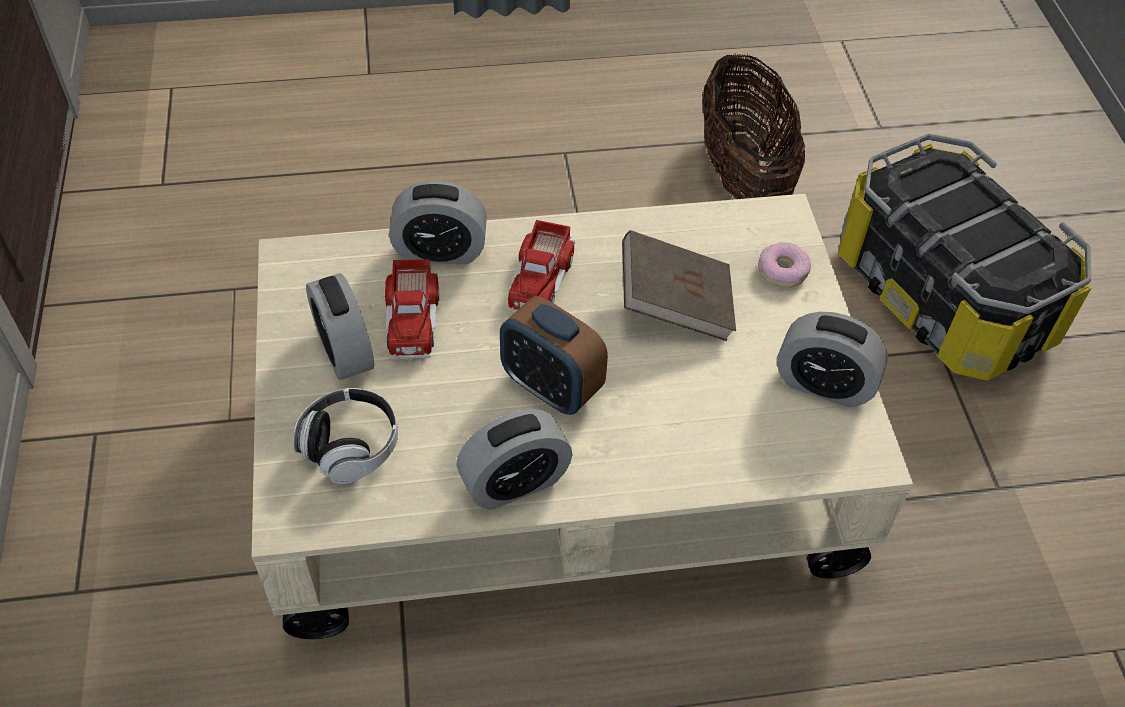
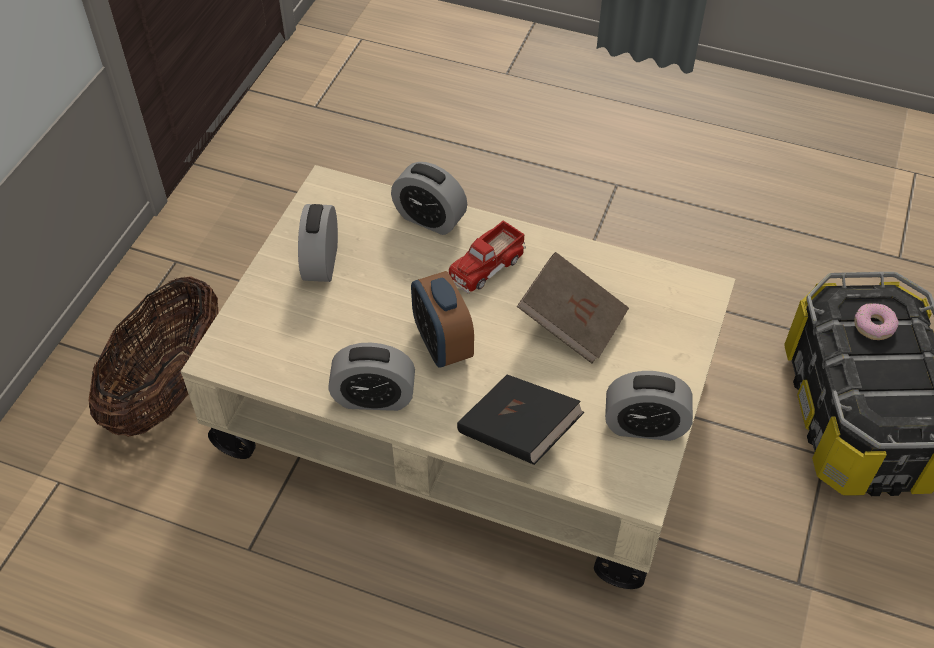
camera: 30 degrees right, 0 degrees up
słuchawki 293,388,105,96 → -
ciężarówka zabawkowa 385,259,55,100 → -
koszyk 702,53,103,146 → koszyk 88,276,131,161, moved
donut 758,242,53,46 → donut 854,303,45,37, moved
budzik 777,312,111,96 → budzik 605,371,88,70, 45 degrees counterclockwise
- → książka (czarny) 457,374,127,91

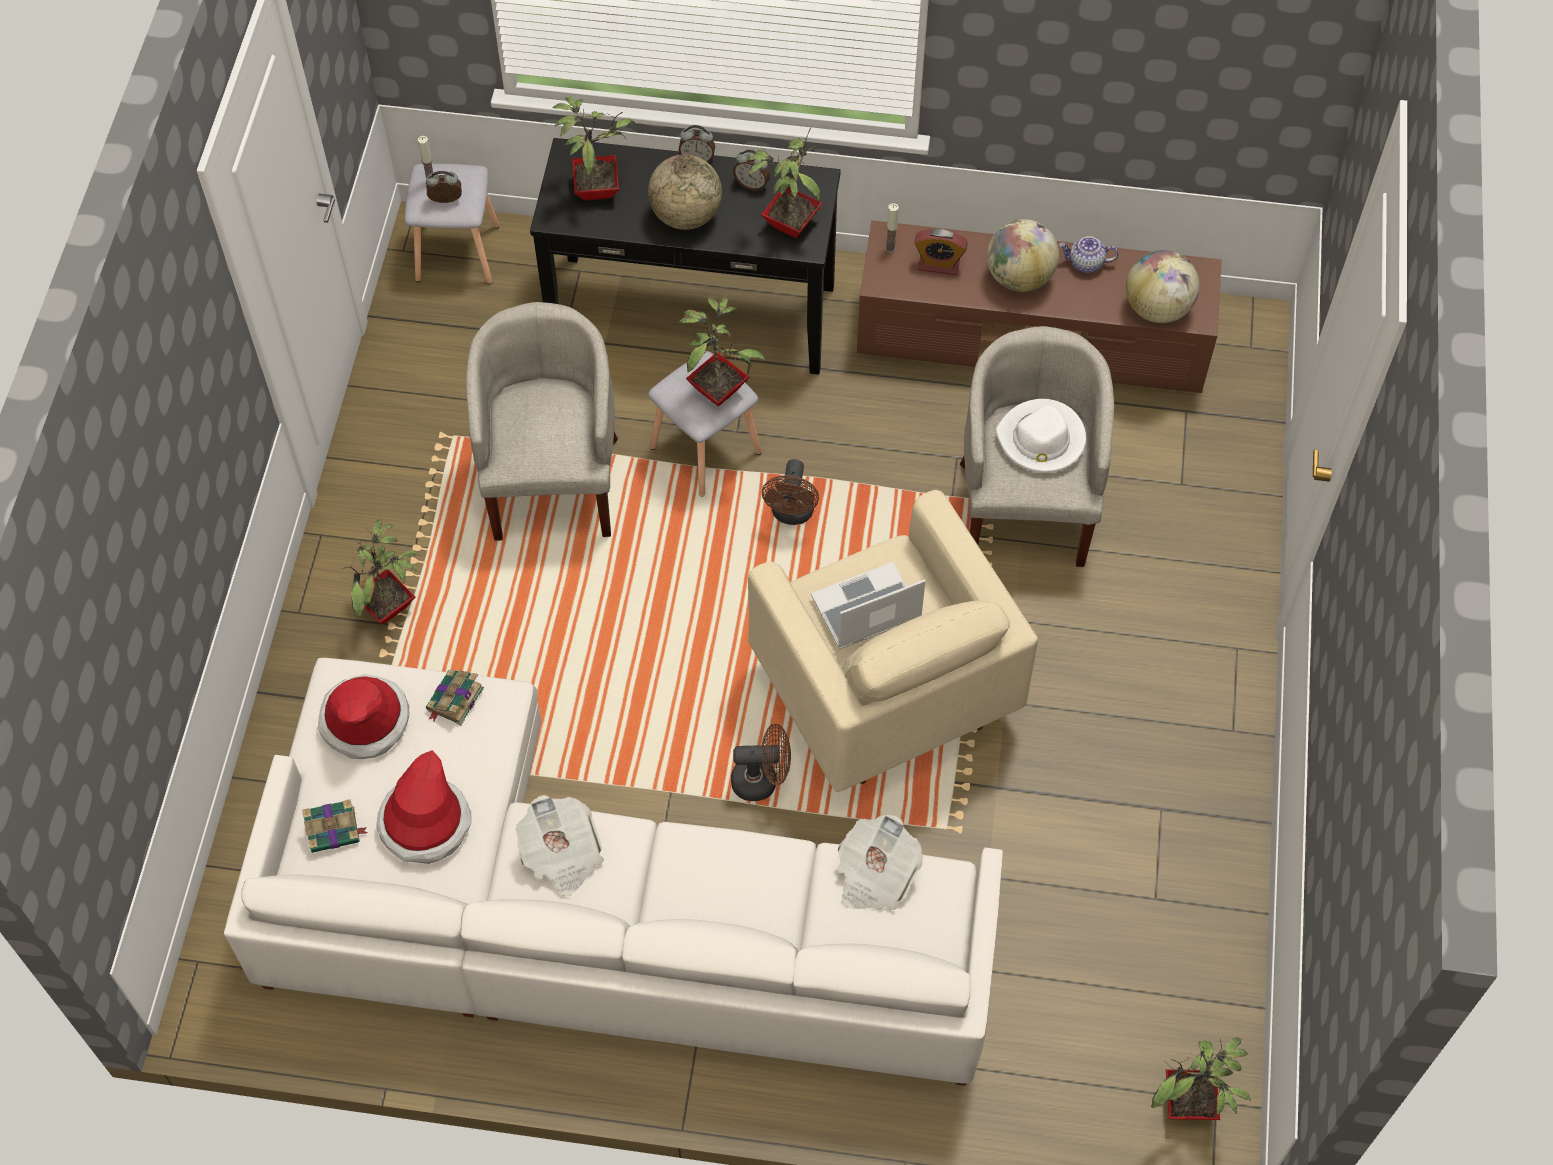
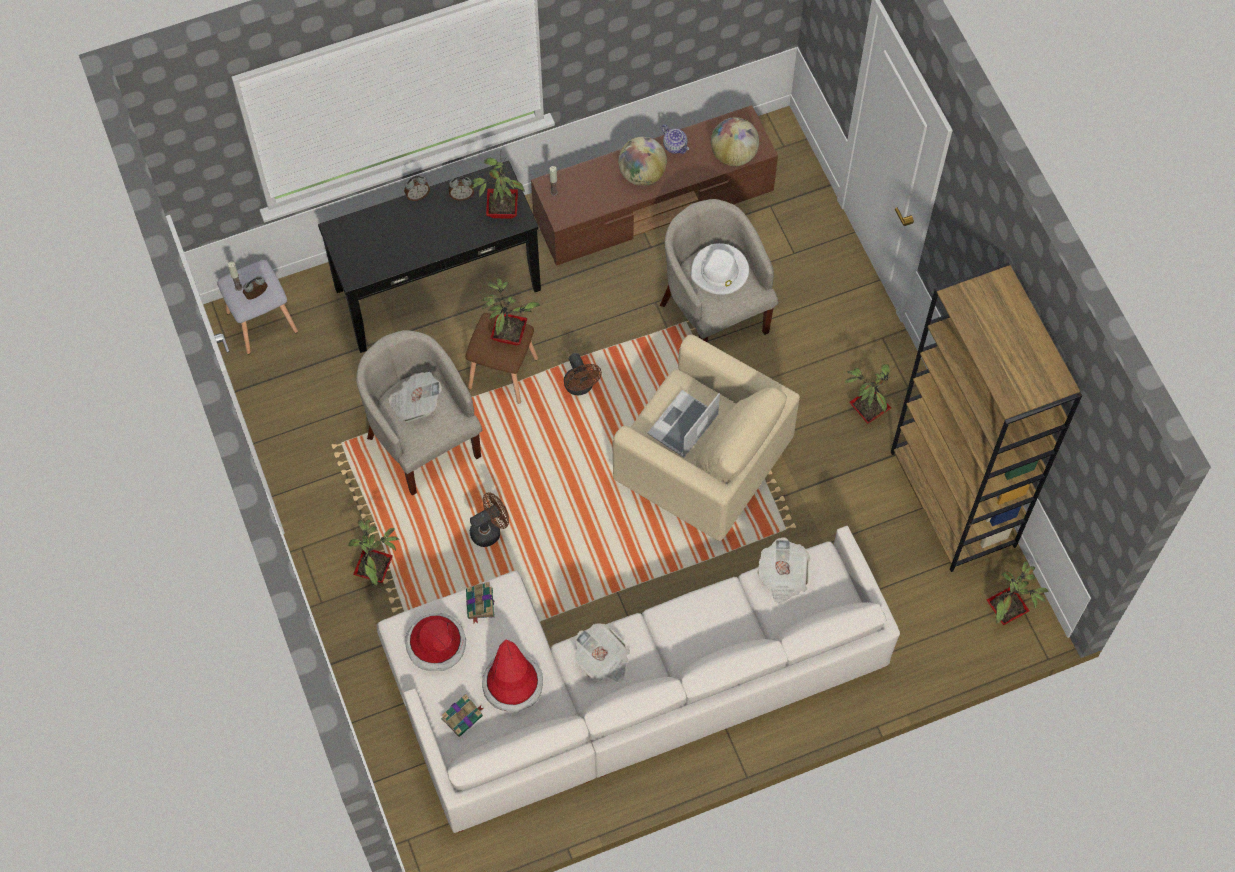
camera: 30 degrees left, 5 degrees up
roślina doniczkowa 553,97,82,104 → roślina doniczkowa 844,364,53,60, moved
globus 648,154,74,76 → -
stołek (szary) 648,351,114,146 → stołek (brązowy) 465,313,73,91
wentylator (brązowy) 731,724,60,77 → wentylator (brązowy) 470,492,39,55, moved
budzik 914,229,54,46 → -
imbryk 1059,236,60,37 → imbryk 662,125,27,29, 105 degrees counterclockwise
- → gazeta 388,372,54,50
- → regał (brązowy) 891,263,191,309

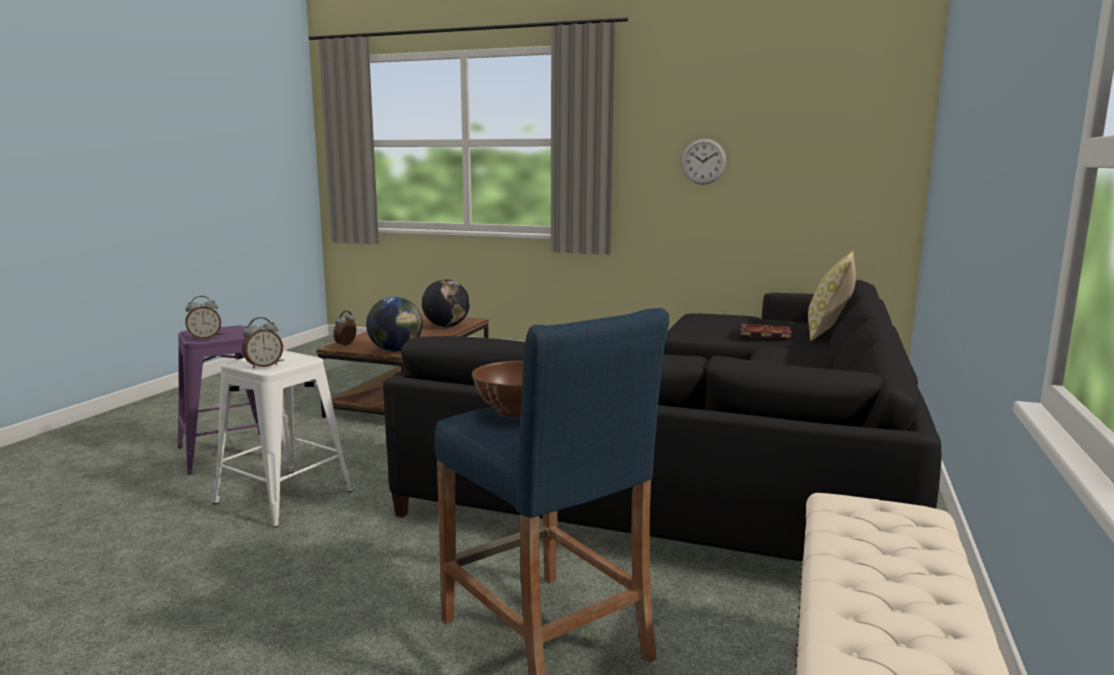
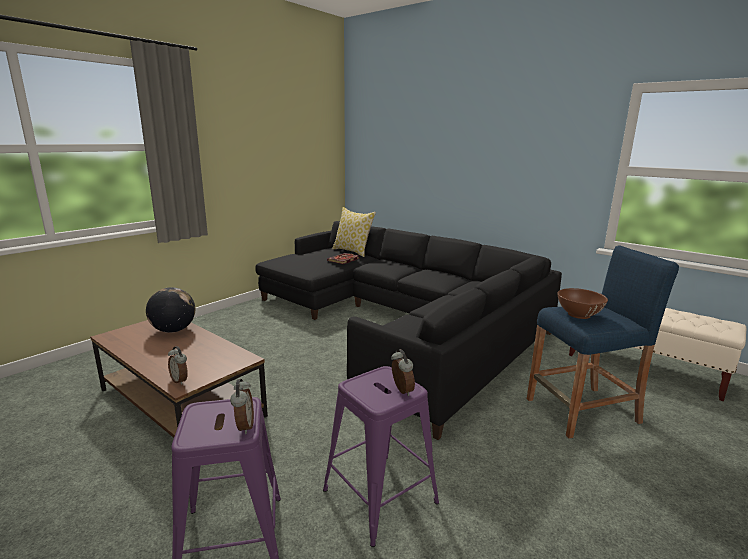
camera: 70 degrees left, 5 degrees up
stołek (biały) 213,350,139,177 → stołek (fioletowy) 323,366,116,181
globus 366,297,57,55 → -
zegar ścienny 681,138,45,47 → -

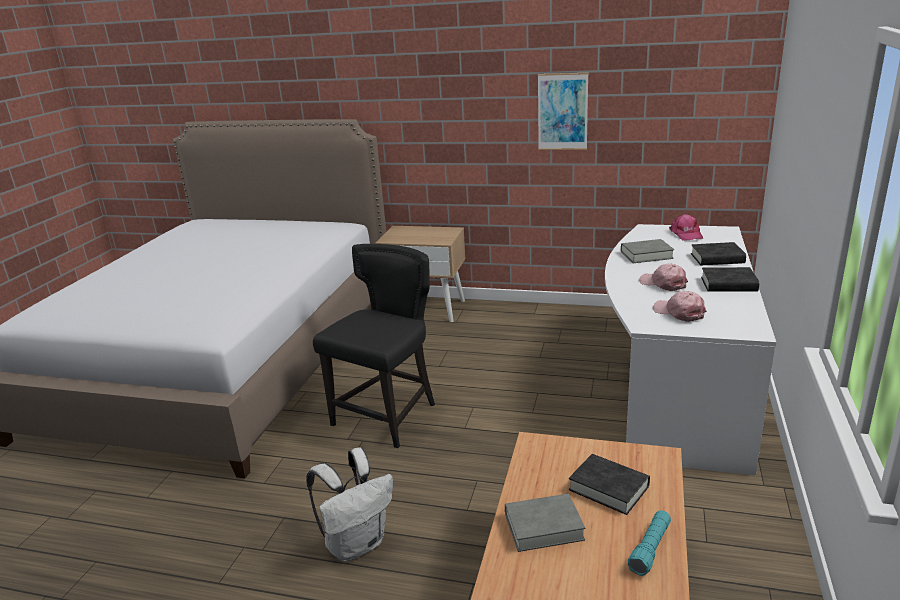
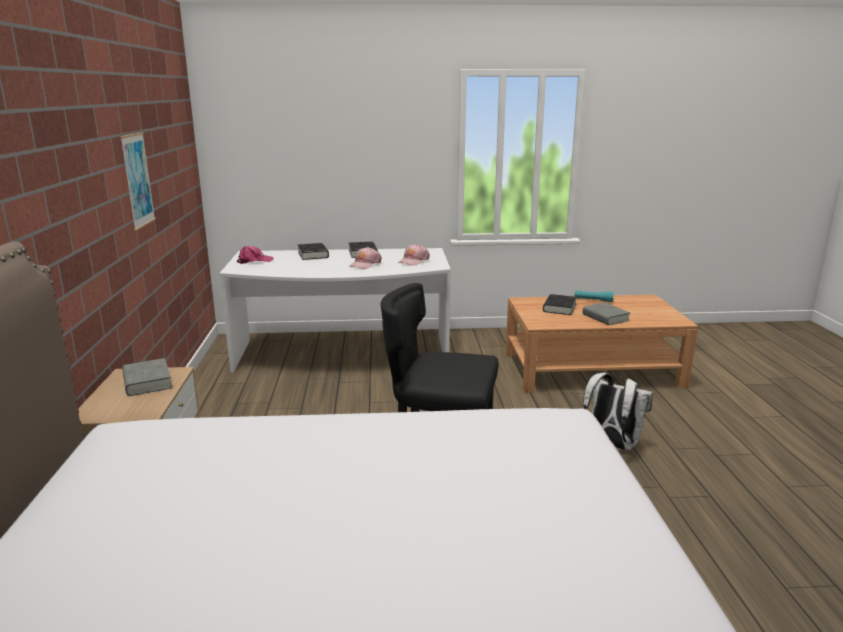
camera: 110 degrees left, 5 degrees down
książka (szary) 621,239,53,24 → książka (szary) 122,358,50,38, moved

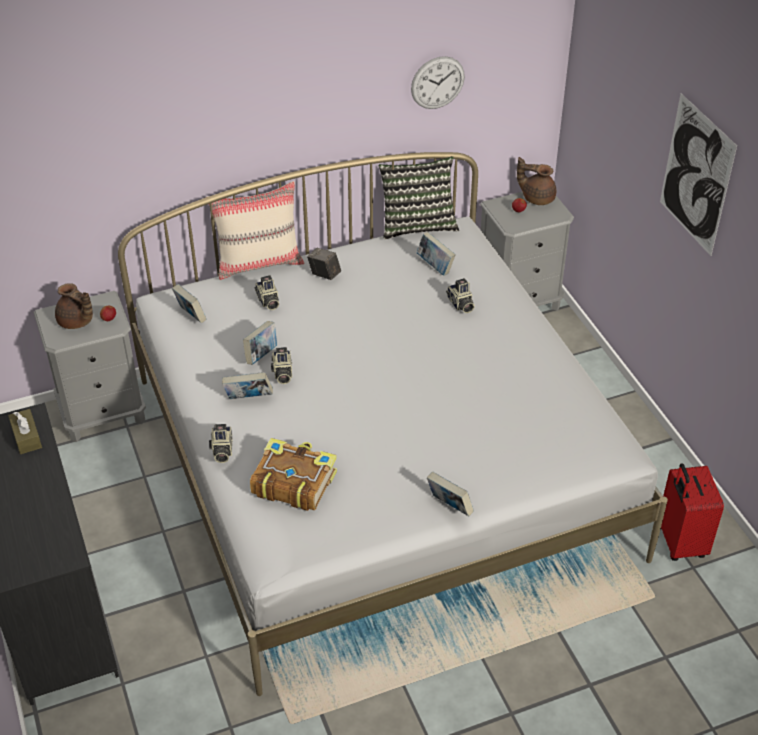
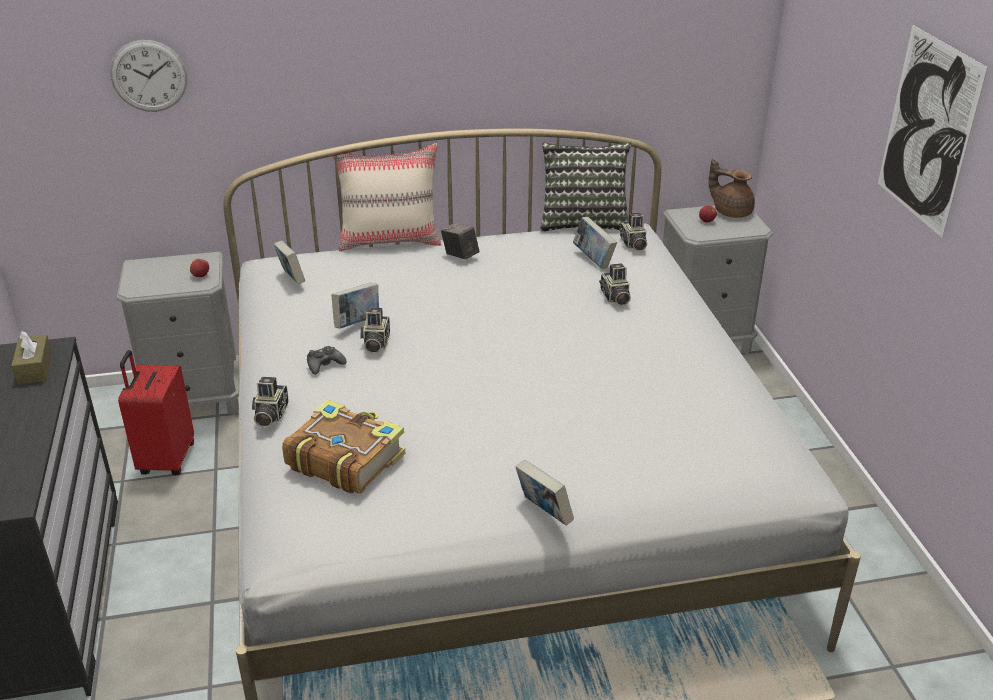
camera: 10 degrees right, 10 degrees down
imbryk (brązowy) 55,283,38,46 → -
książka 222,372,51,27 → pad do gier (czarny) 307,346,40,29
aparat fotograficzny 255,275,24,35 → aparat fotograficzny 619,213,28,38, moved
zegar ścienny 411,56,54,53 → zegar ścienny 110,40,77,72, moved
walizka (czerwony) 661,463,63,98 → walizka (czerwony) 118,350,76,125, moved

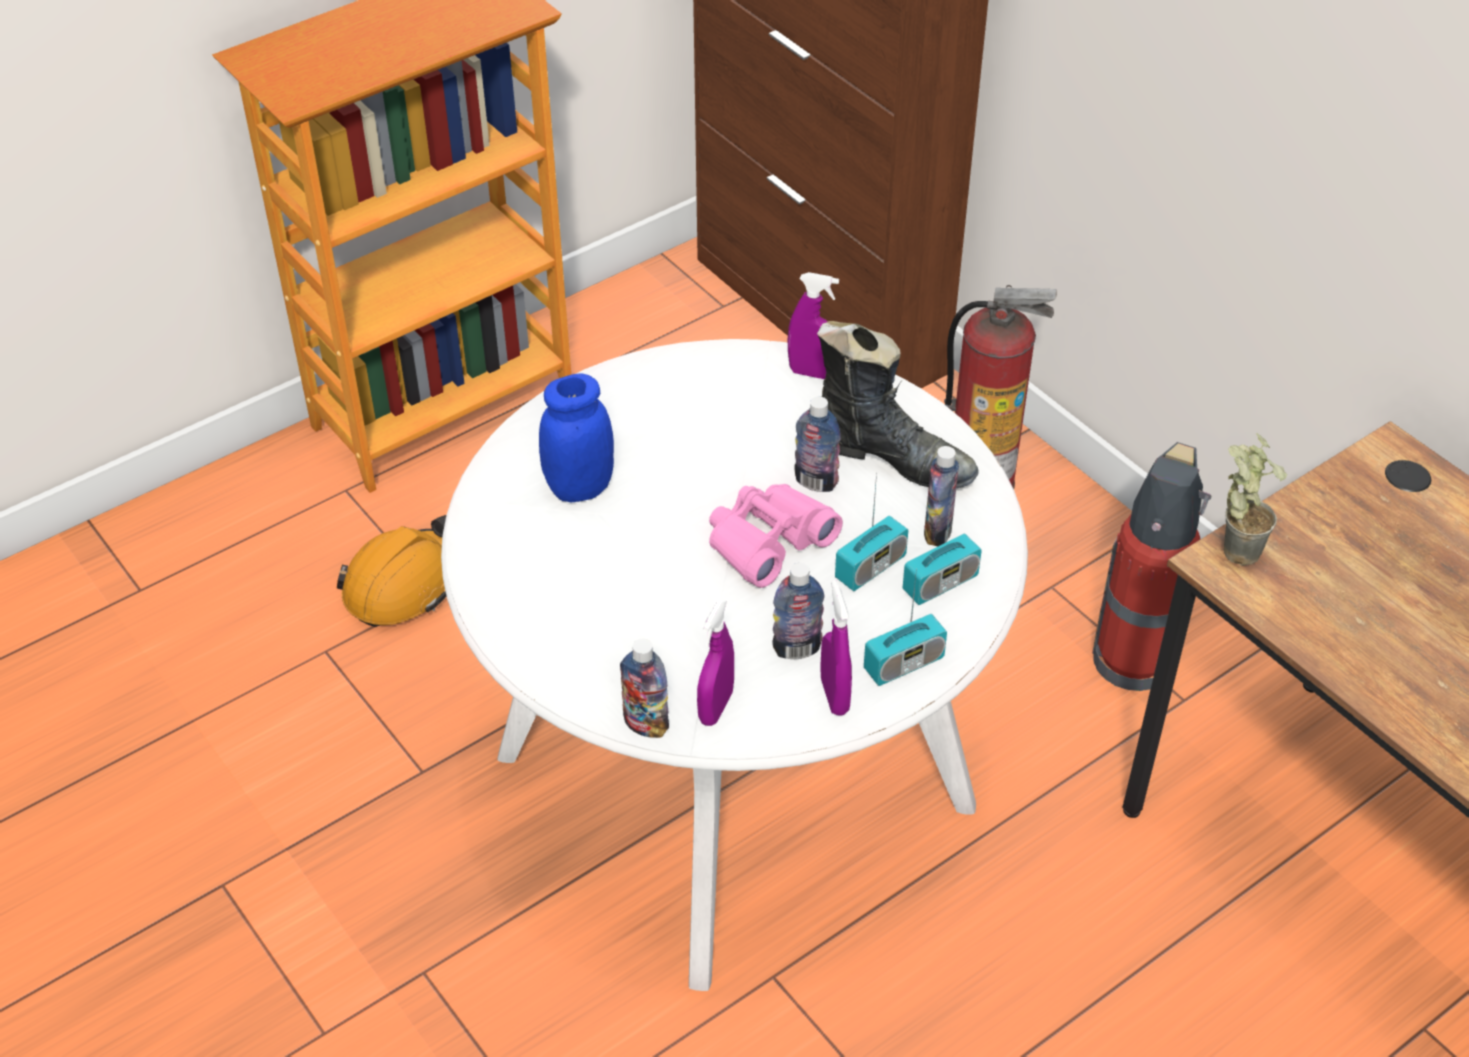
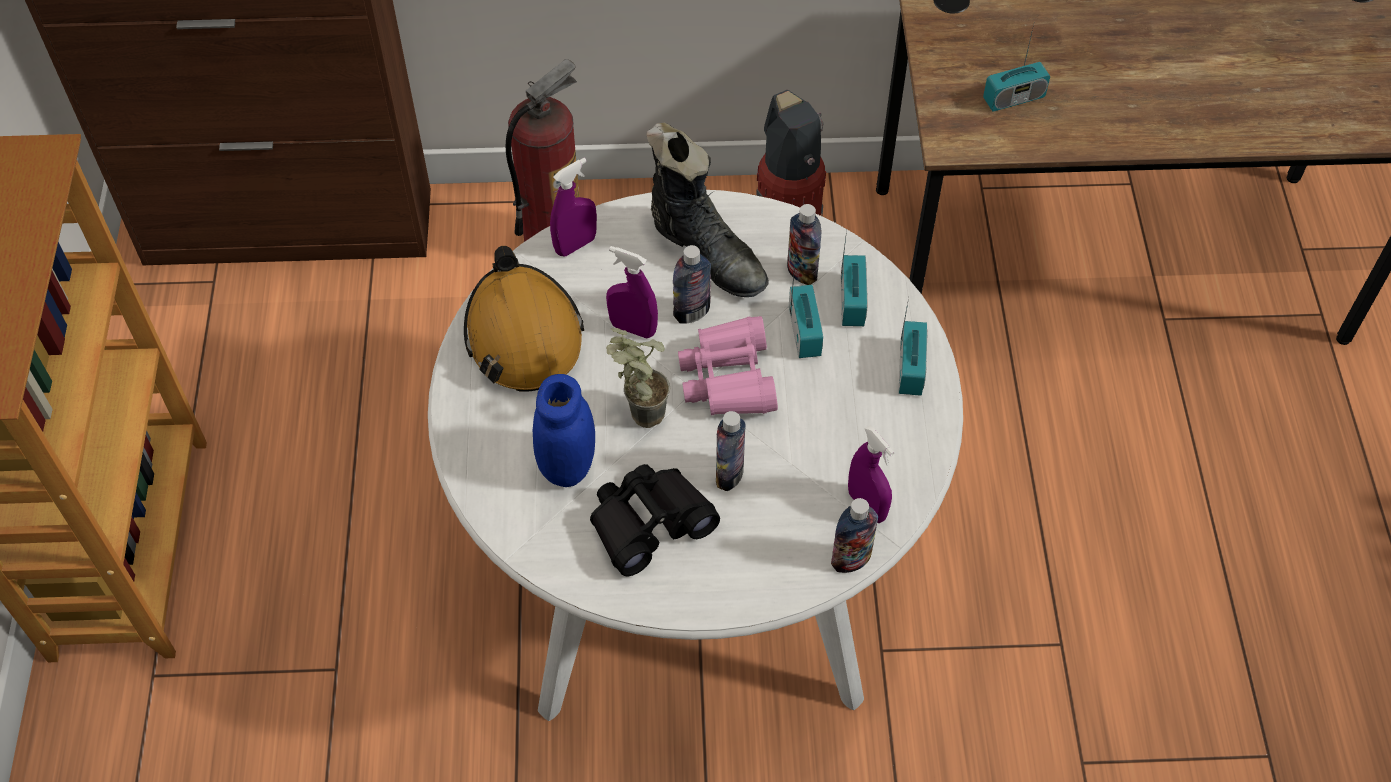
camera: 55 degrees left, 10 degrees up
kask (pomarańczowy) 337,515,110,112 → kask (pomarańczowy) 464,246,120,145, moved
butelka 772,563,52,96 → butelka 716,411,30,80, moved
but z cholewką (czarny) 817,321,162,167 → but z cholewką (czarny) 646,123,123,174, 75 degrees clockwise
spryskiwacz (fioletowy) 820,580,32,136 → spryskiwacz (fioletowy) 606,246,52,93, moved
roślina doniczkowa 1224,433,63,133 → roślina doniczkowa 606,328,64,100, moved
- → lornetka (czarny) 590,464,130,112
- → radio 983,24,67,88

